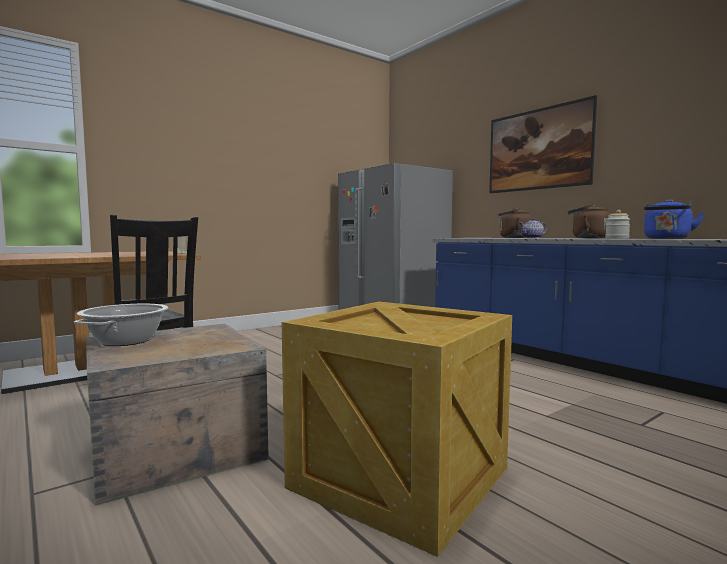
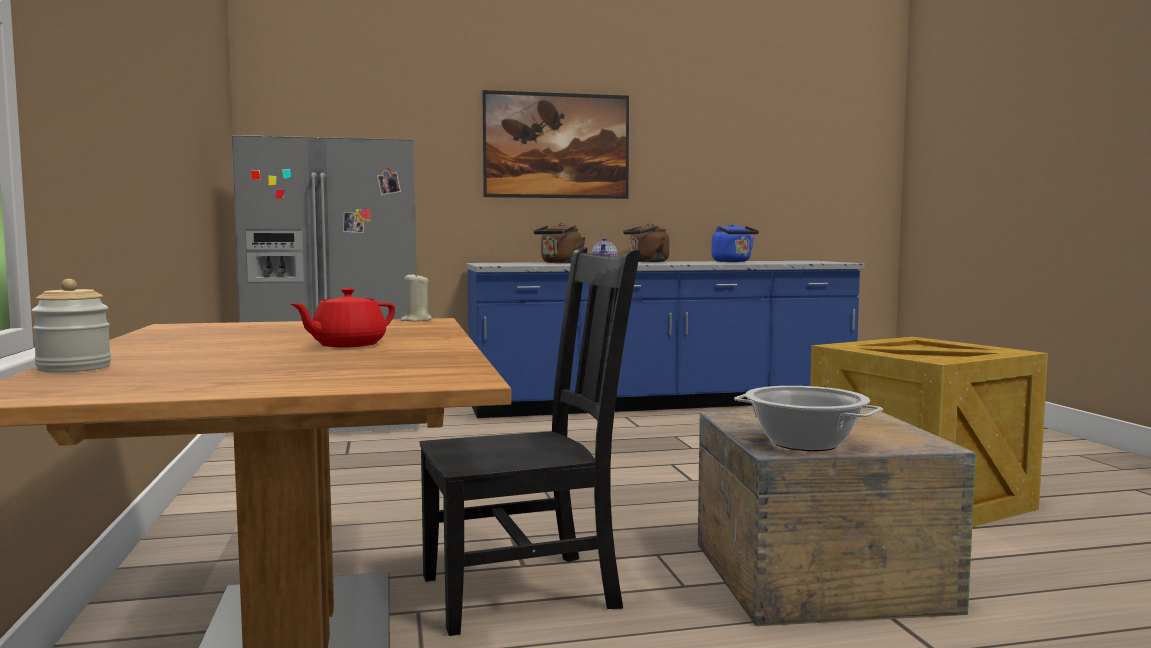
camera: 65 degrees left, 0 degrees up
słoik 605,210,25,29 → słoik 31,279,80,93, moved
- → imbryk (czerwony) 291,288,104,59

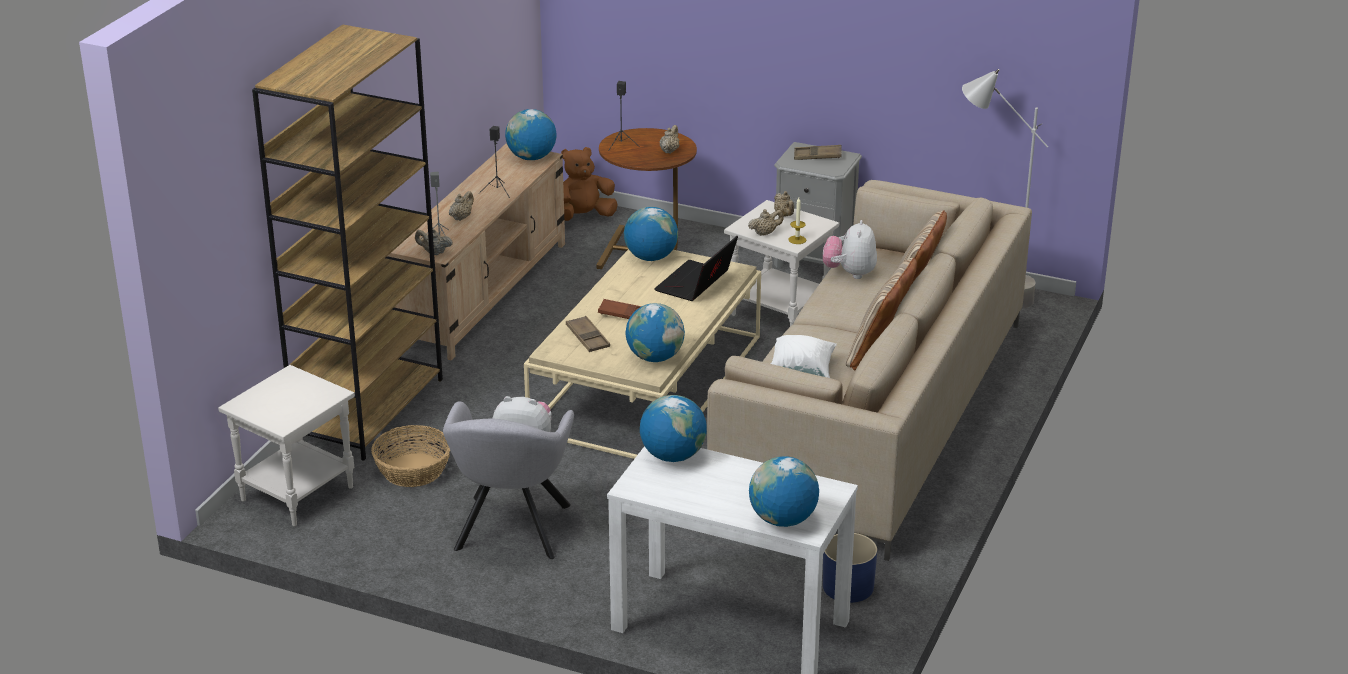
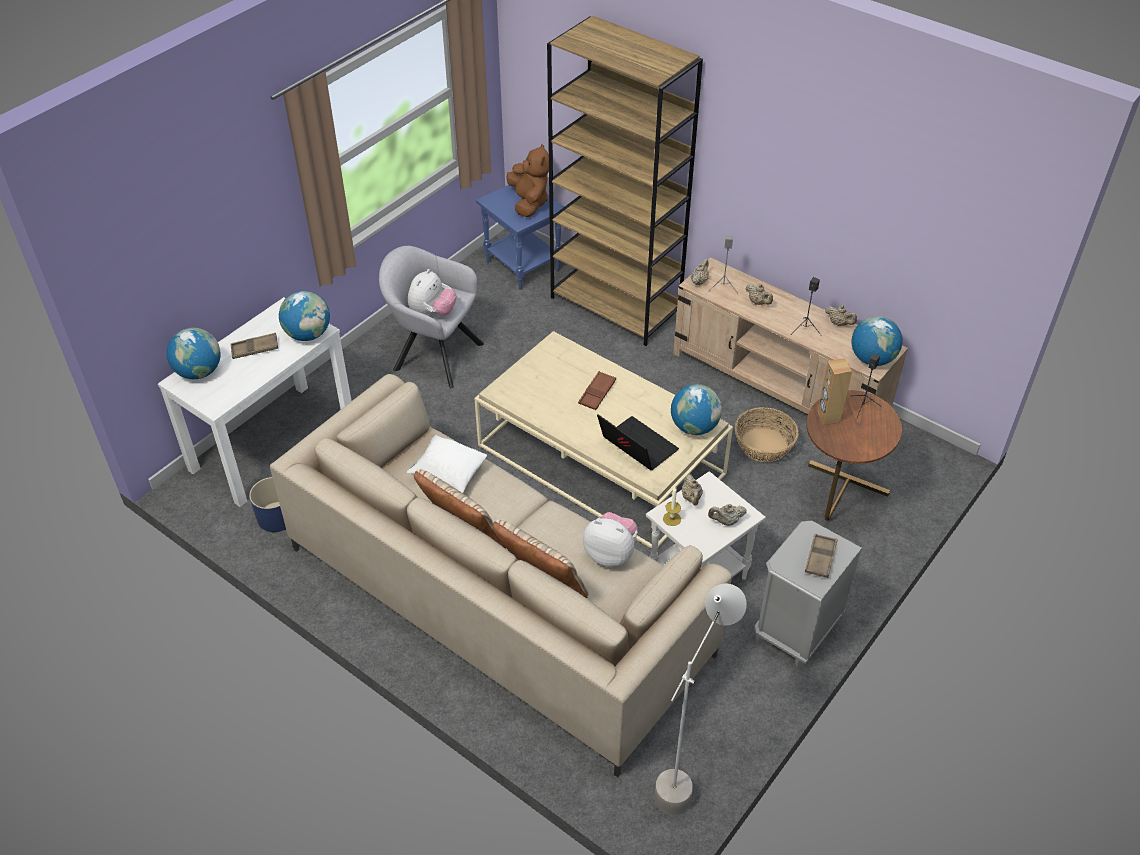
camera: 105 degrees right, 15 degrees up
stolik (biały) 218,365,137,161 → stolik (niebieski) 476,185,88,105
koszyk 371,425,79,62 → koszyk 735,407,63,55, moved
pluszak (brązowy) 561,147,57,74 → pluszak (brązowy) 507,144,42,73, moved
taca (brązowy) 566,316,44,36 → taca (brązowy) 231,333,47,26, moved
globus 626,303,59,59 → -
imbryk (beżowy) 660,125,19,29 → imbryk (beżowy) 825,305,32,21, moved
- → głośnik (brązowy) 817,358,35,67

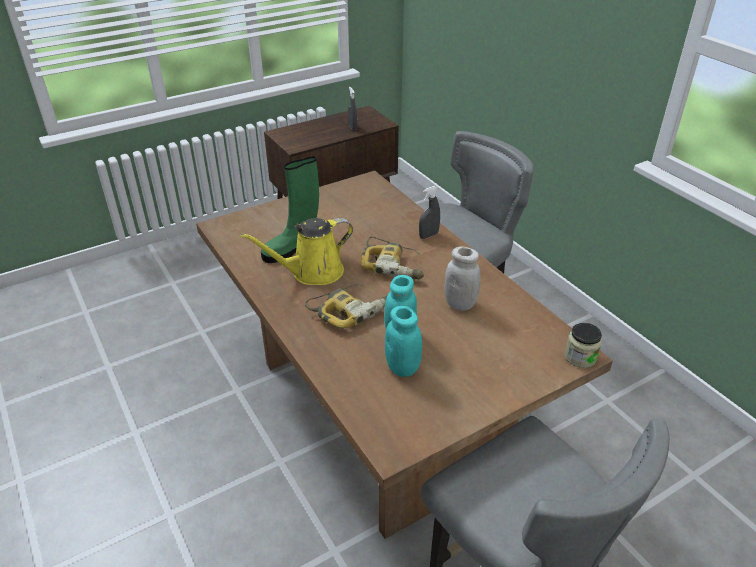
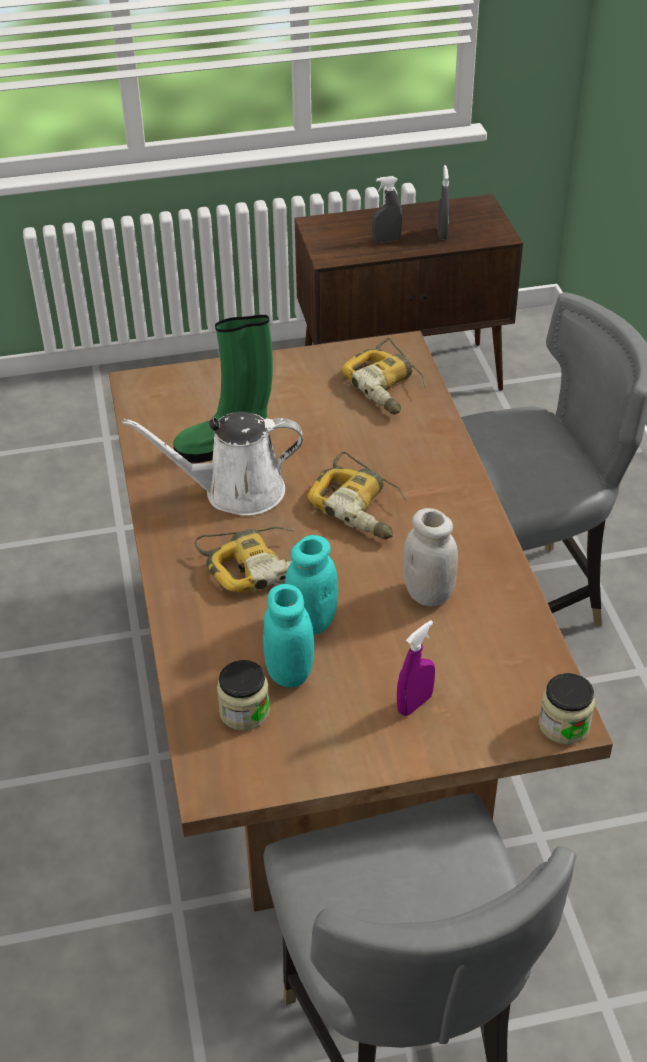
camera: 20 degrees right, 5 degrees up
konewka (żółty) 240,218,113,67 → konewka (biały) 122,412,181,104
spryskiwacz (szary) 419,186,21,53 → spryskiwacz (szary) 372,176,30,67, moved
- → słoik 217,660,53,71
- → wiertarka 341,338,85,76
- → spryskiwacz (fioletowy) 397,620,38,96

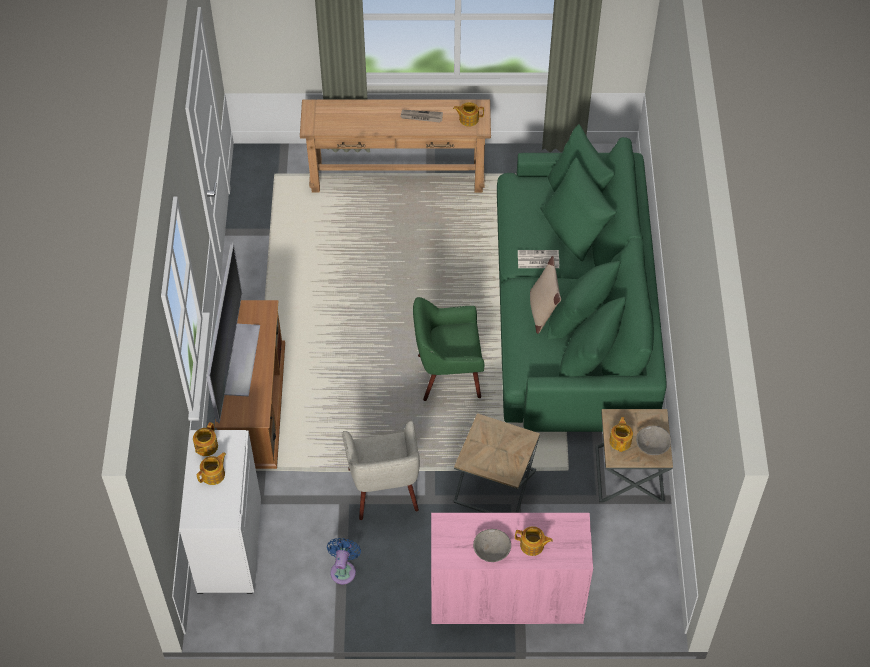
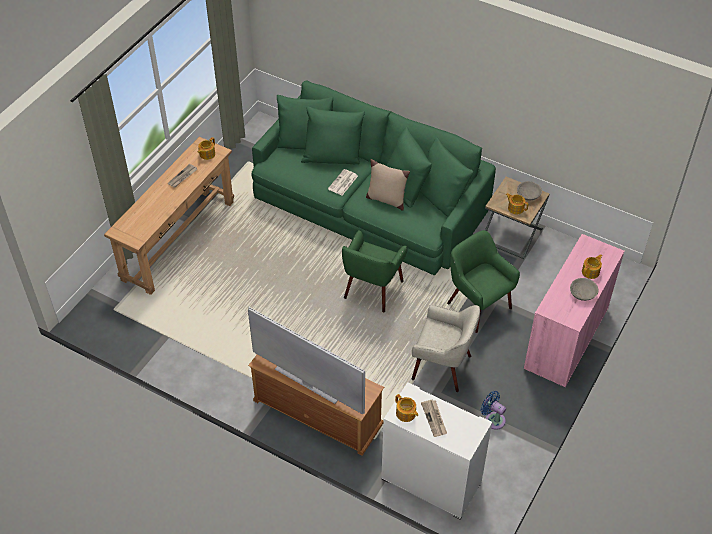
camera: 60 degrees left, 5 degrees down
imbryk 197,452,29,33 → gazeta 421,400,26,37
stolik (brązowy) 453,413,87,100 → fotel (zielony) 447,230,73,103

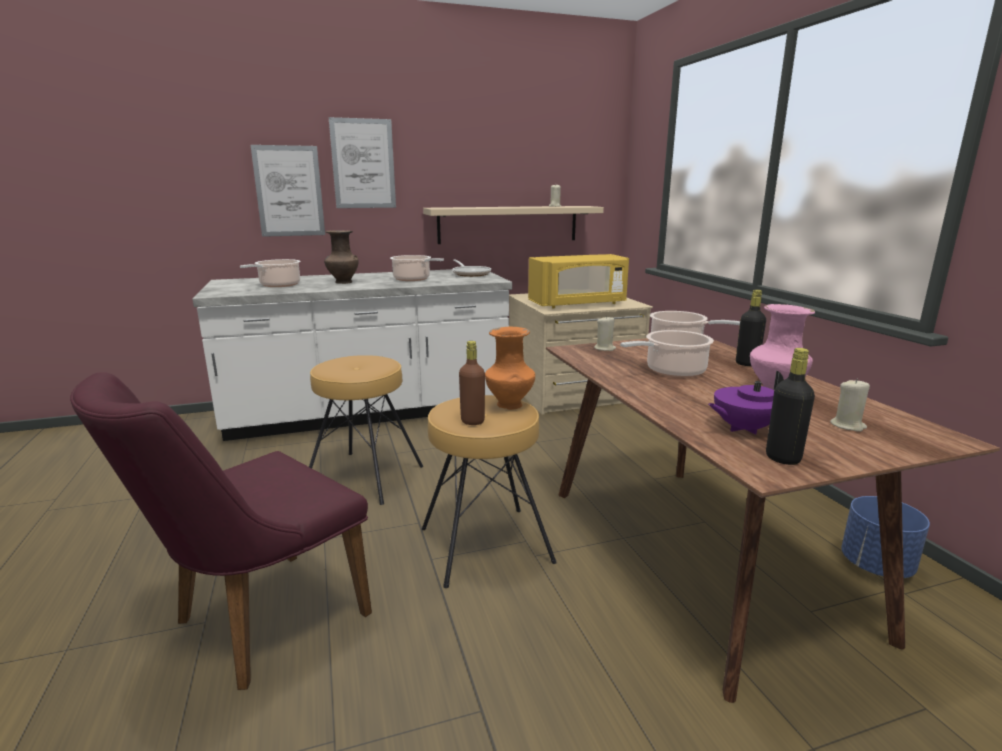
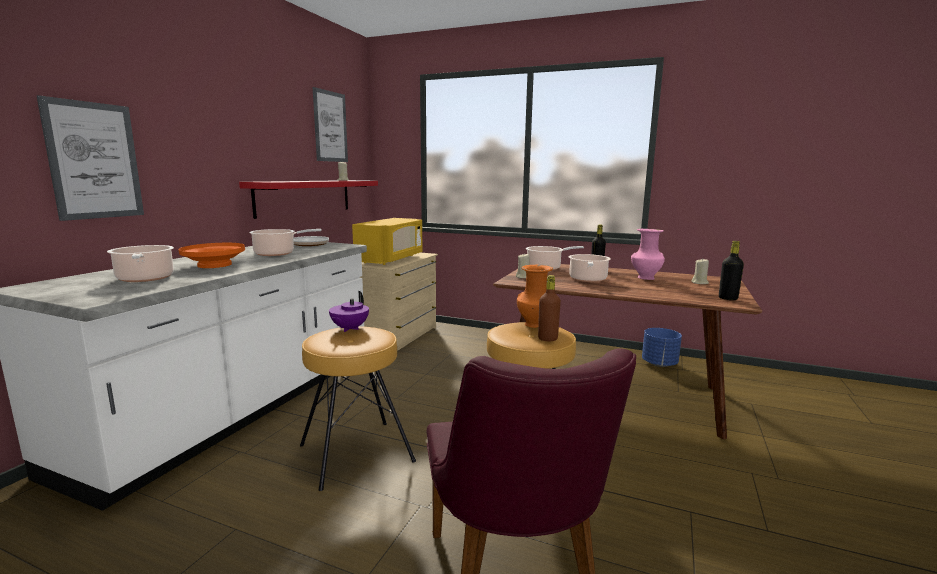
camera: 50 degrees left, 5 degrees down
wazon (brązowy) 324,230,35,54 → miska (pomarańczowy) 178,243,67,25
obraz 329,117,67,91 → obraz 313,87,35,75, moved
półka (beżowy) 423,206,181,38 → półka (czerwony) 239,180,139,39
imbryk (fioletowy) 708,371,76,64 → imbryk (fioletowy) 329,291,40,41, moved

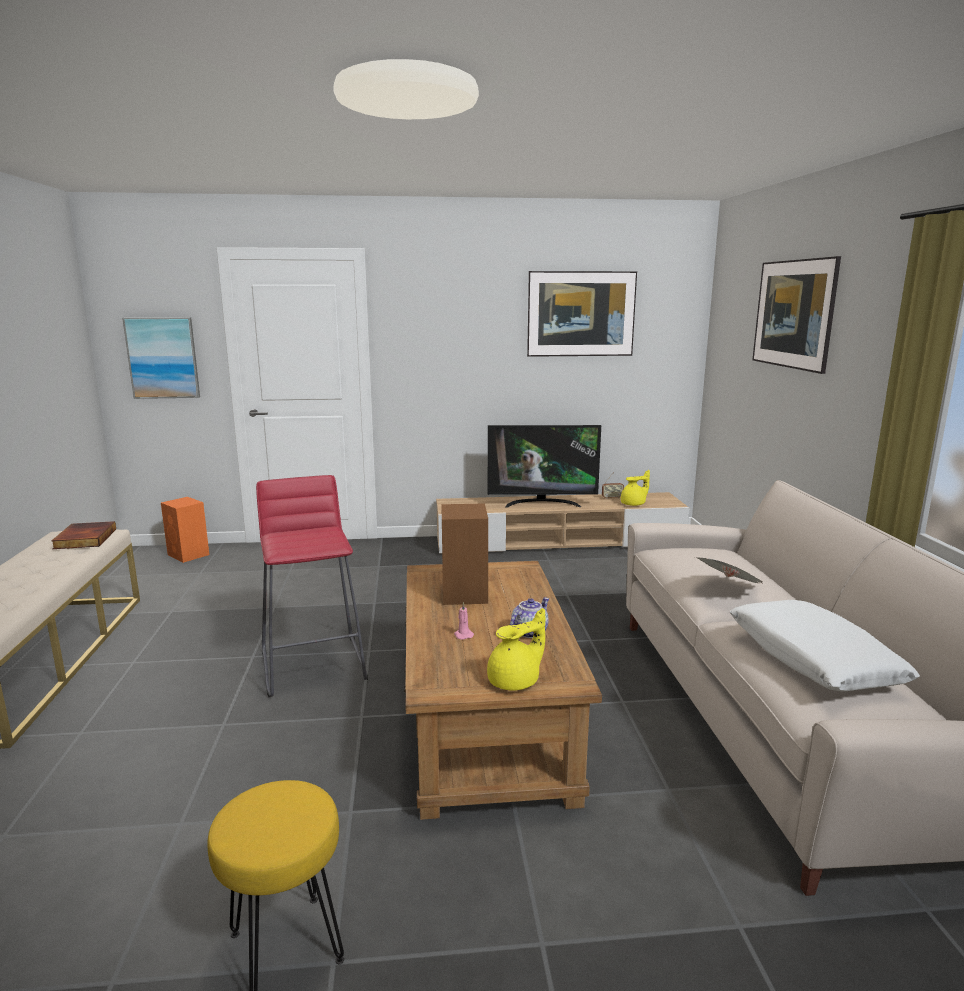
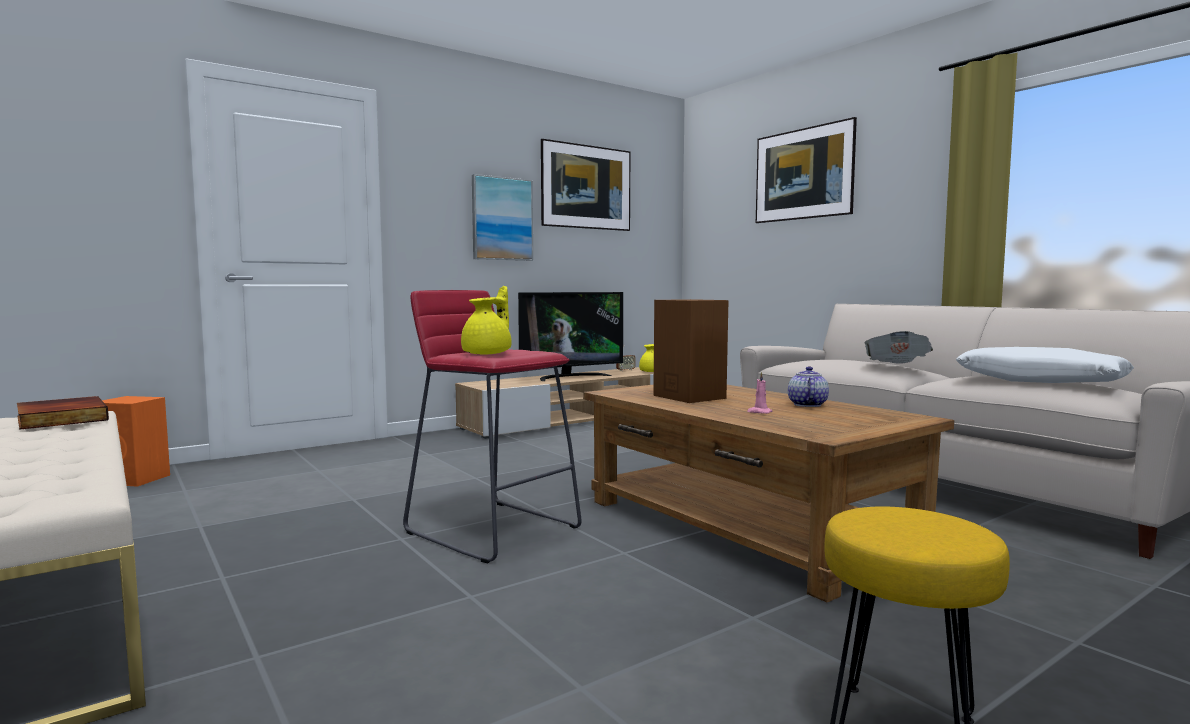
camera: 30 degrees left, 10 degrees down
obraz 122,317,78,82 → obraz 472,174,61,87, moved
imbryk (żółty) 487,608,58,83 → imbryk (żółty) 461,286,51,69, moved

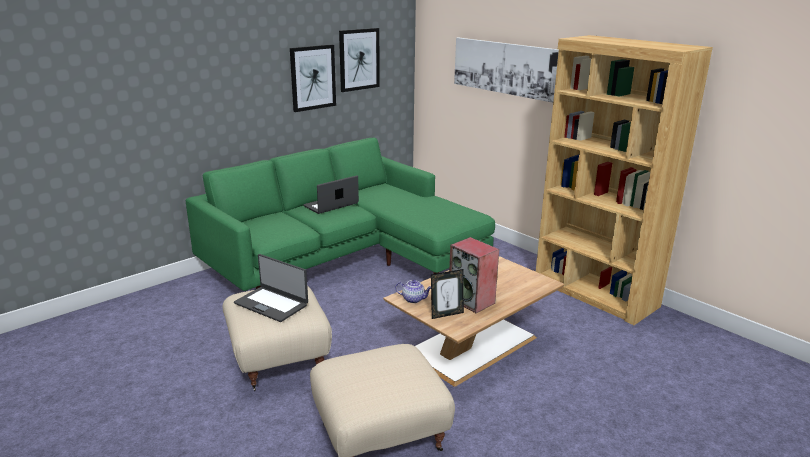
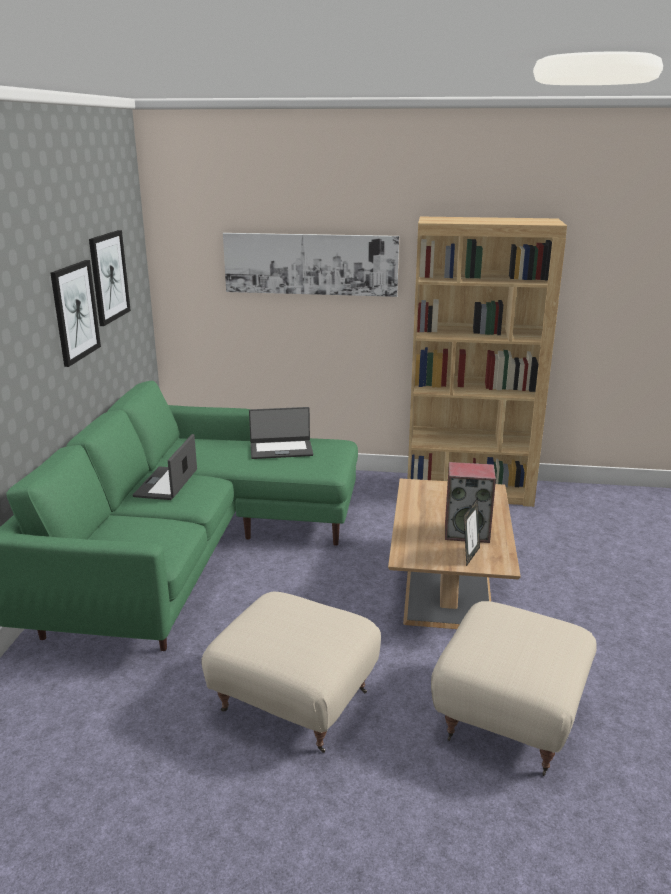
camera: 40 degrees left, 0 degrees up
laptop 234,254,74,68 → laptop 249,407,64,52, moved
imbryk 395,280,36,23 → -

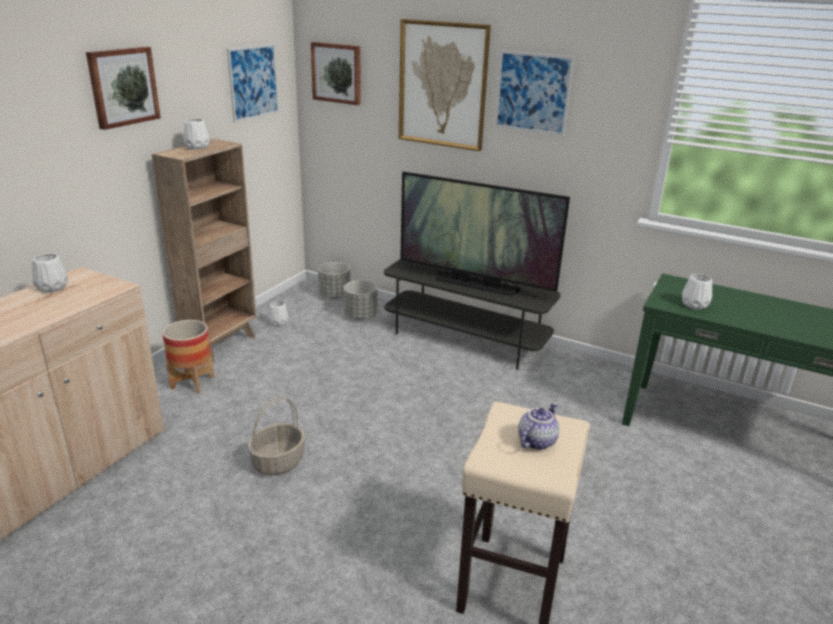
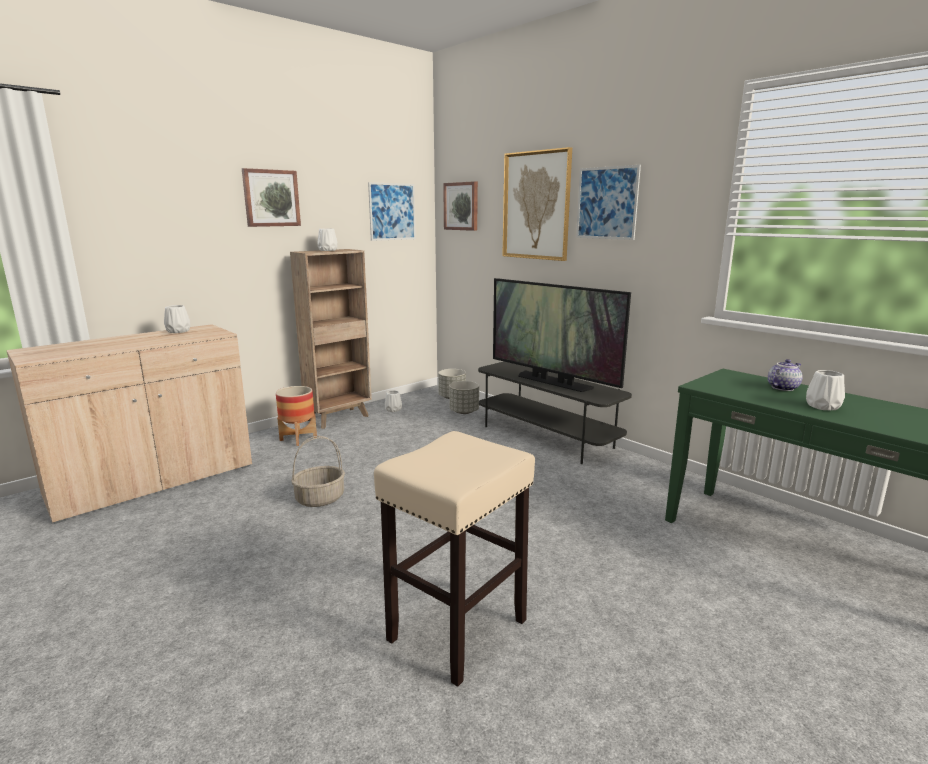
camera: 20 degrees right, 10 degrees down
imbryk 518,403,41,47 → imbryk 768,359,34,32, moved
wazon (biały) 682,274,30,36 → wazon (biały) 806,370,39,40, moved

